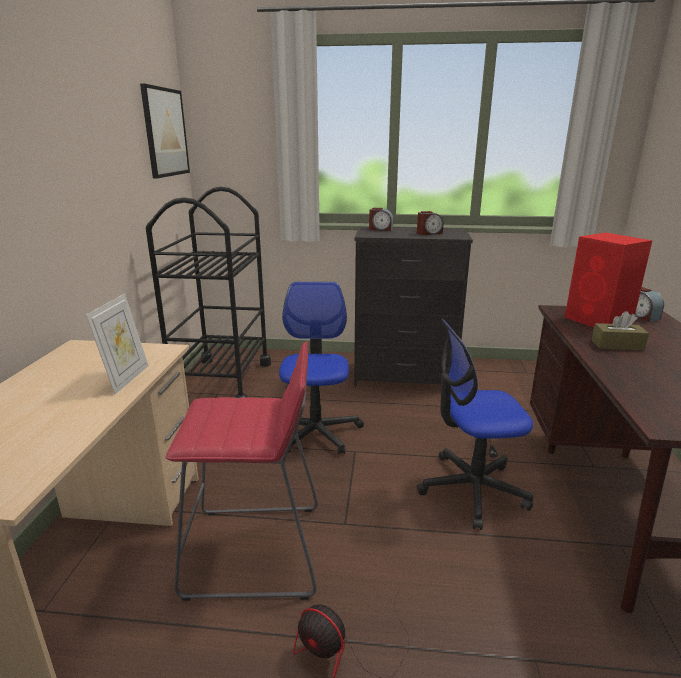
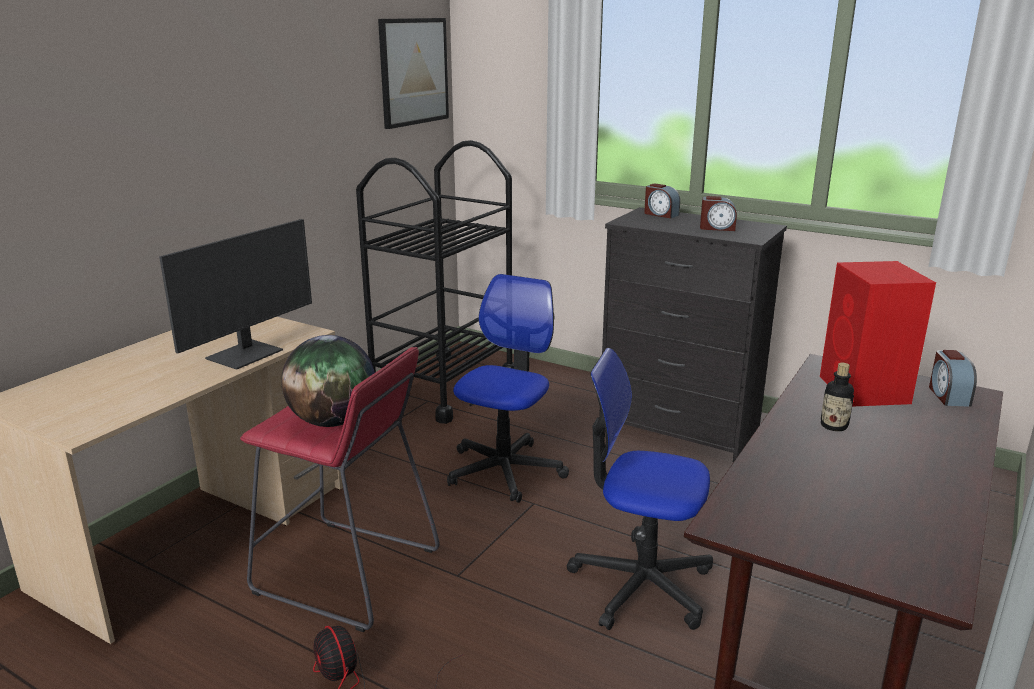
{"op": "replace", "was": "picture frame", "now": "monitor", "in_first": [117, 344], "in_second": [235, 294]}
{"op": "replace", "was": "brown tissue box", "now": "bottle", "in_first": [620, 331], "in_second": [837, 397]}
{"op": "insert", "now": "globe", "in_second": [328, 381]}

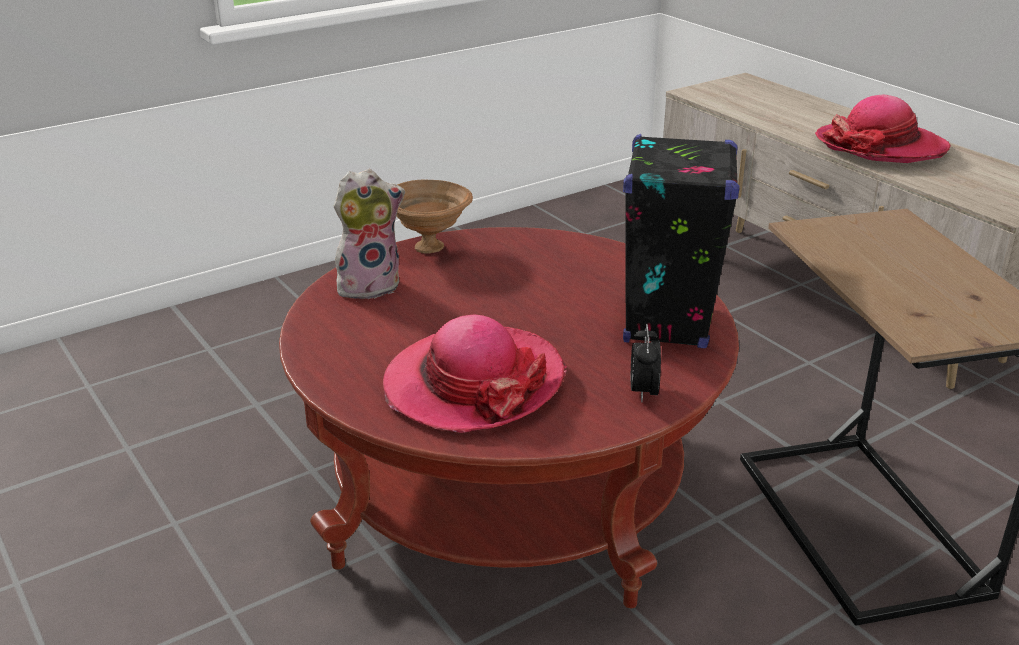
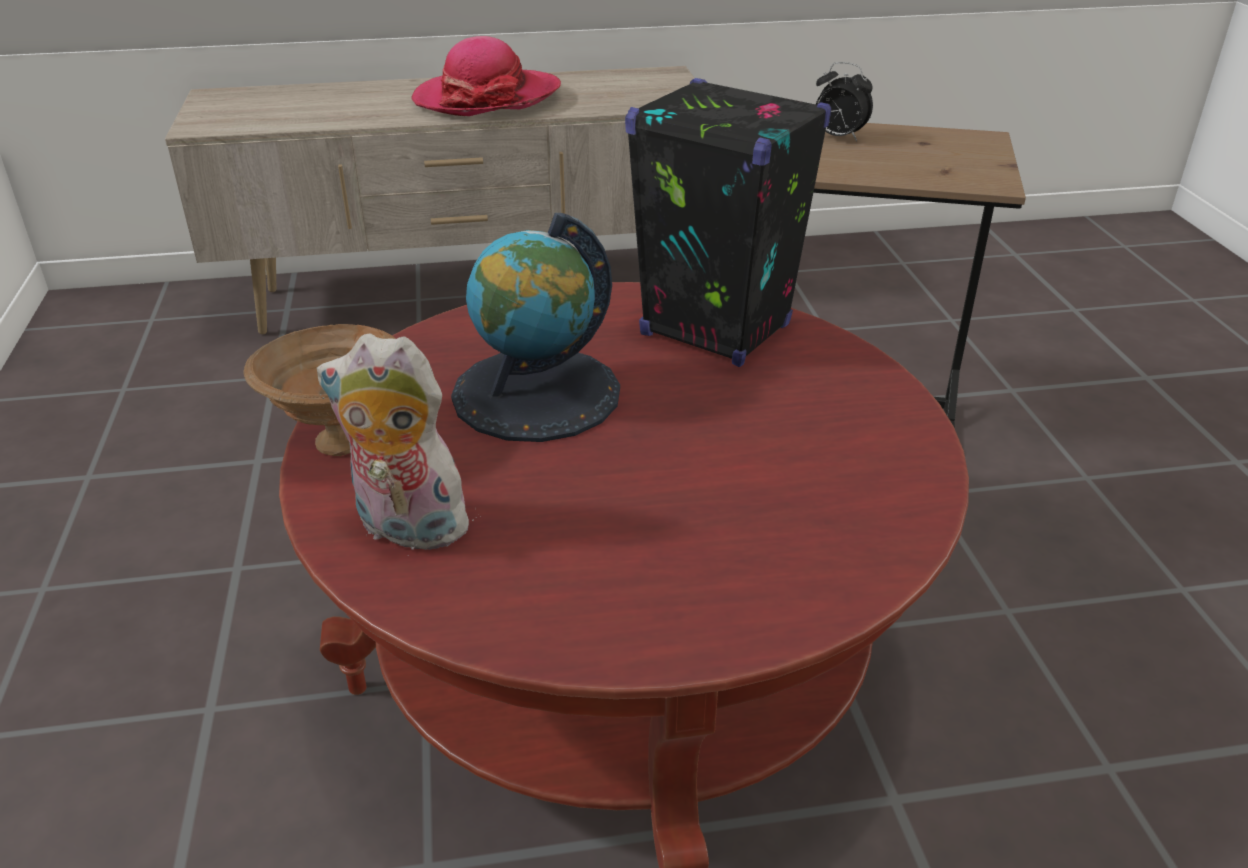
{"op": "rotate", "was": "plush toy", "in_first": [369, 234], "in_second": [399, 444], "clockwise": -75}
{"op": "delete", "was": "hat", "in_first": [475, 374]}
{"op": "move", "was": "alarm clock", "in_first": [646, 363], "in_second": [844, 101]}
{"op": "insert", "now": "globe", "in_second": [535, 327]}

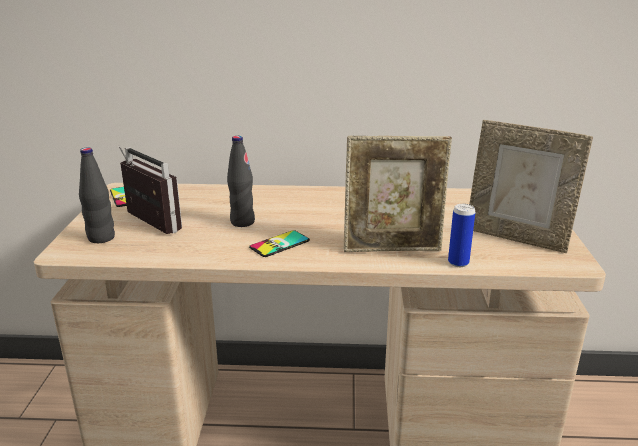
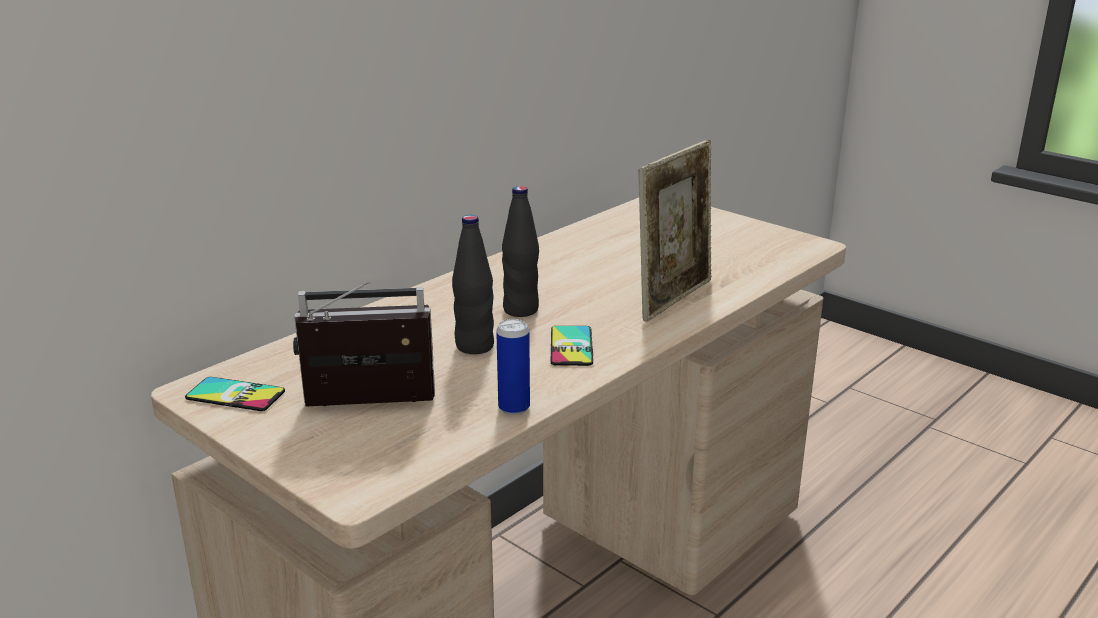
{"op": "move", "was": "black bottle", "in_first": [97, 195], "in_second": [520, 251]}
{"op": "move", "was": "can", "in_first": [461, 235], "in_second": [513, 367]}
{"op": "delete", "was": "picture frame", "in_first": [531, 186]}

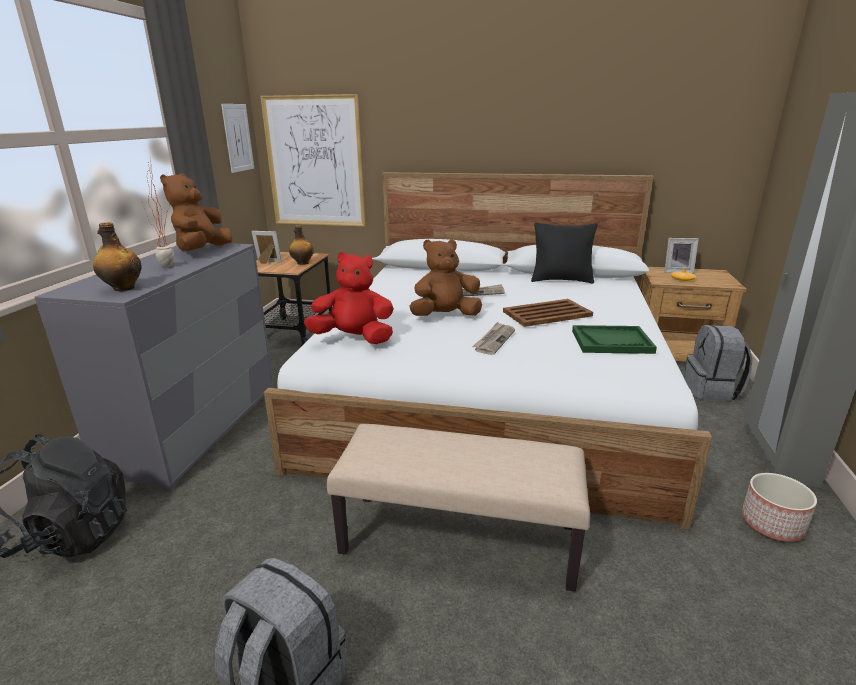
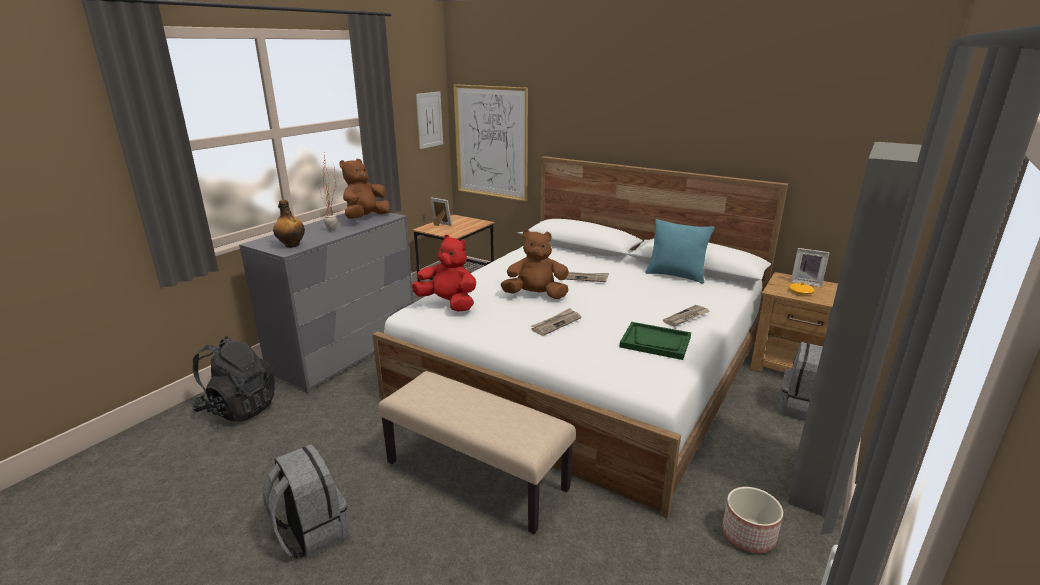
{"op": "delete", "was": "bottle", "in_first": [301, 245]}
{"op": "delete", "was": "brown tray", "in_first": [548, 313]}
{"op": "recolor", "was": "black pillow", "now": "turquoise pillow", "in_first": [564, 253], "in_second": [680, 251]}
{"op": "insert", "now": "newspaper", "in_second": [686, 316]}

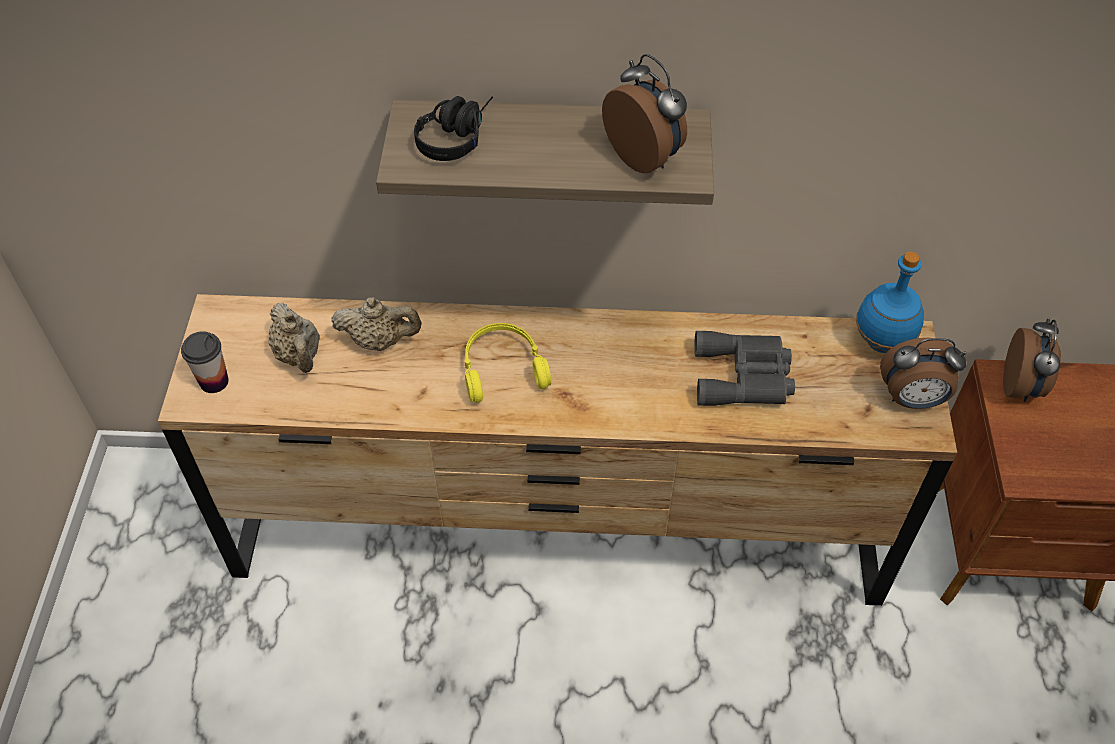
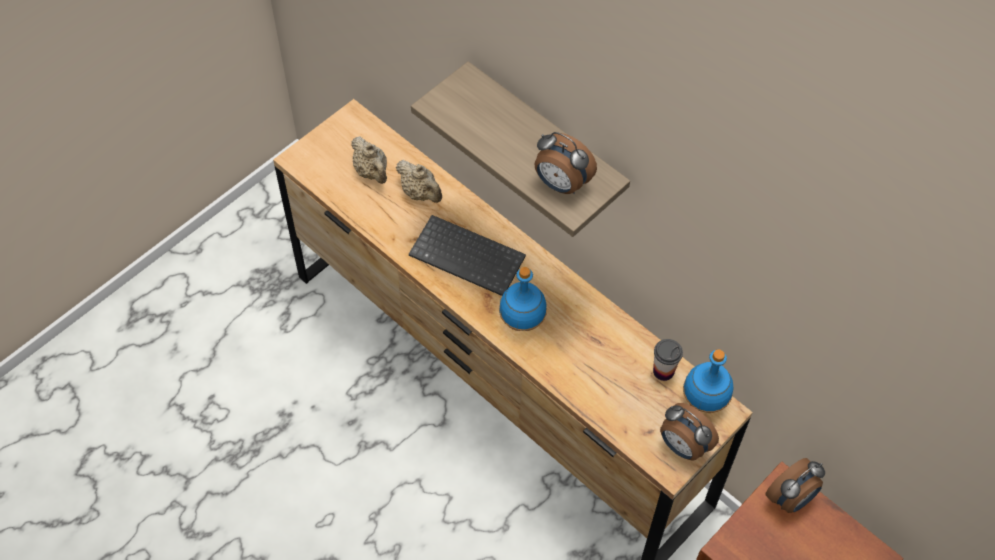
{"op": "move", "was": "cup", "in_first": [205, 362], "in_second": [668, 360]}
{"op": "rotate", "was": "beige teapot", "in_first": [294, 338], "in_second": [369, 160], "clockwise": -45}
{"op": "delete", "was": "black headphones", "in_first": [453, 128]}
{"op": "replace", "was": "yellow headphones", "now": "keyboard", "in_first": [508, 362], "in_second": [467, 255]}
{"op": "rotate", "was": "alarm clock", "in_first": [644, 113], "in_second": [566, 163], "clockwise": 120}
{"op": "delete", "was": "grey binoculars", "in_first": [744, 368]}
{"op": "insert", "now": "blue bottle", "in_second": [523, 299]}

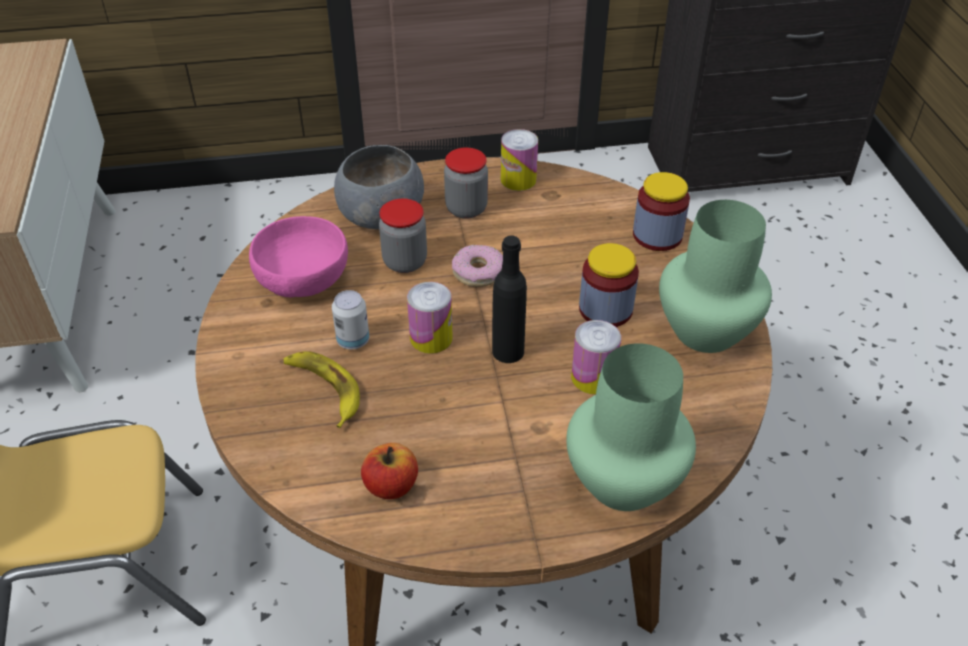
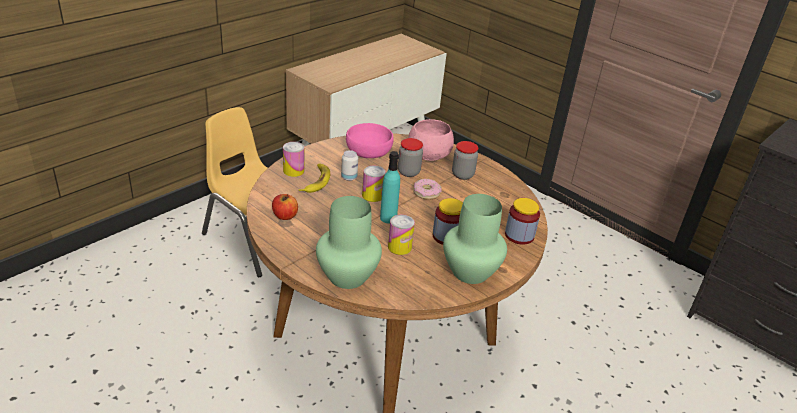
{"op": "recolor", "was": "grey bowl", "now": "pink bowl", "in_first": [379, 187], "in_second": [431, 140]}
{"op": "recolor", "was": "black bottle", "now": "turquoise bottle", "in_first": [509, 299], "in_second": [390, 187]}
{"op": "move", "was": "can", "in_first": [519, 160], "in_second": [293, 159]}

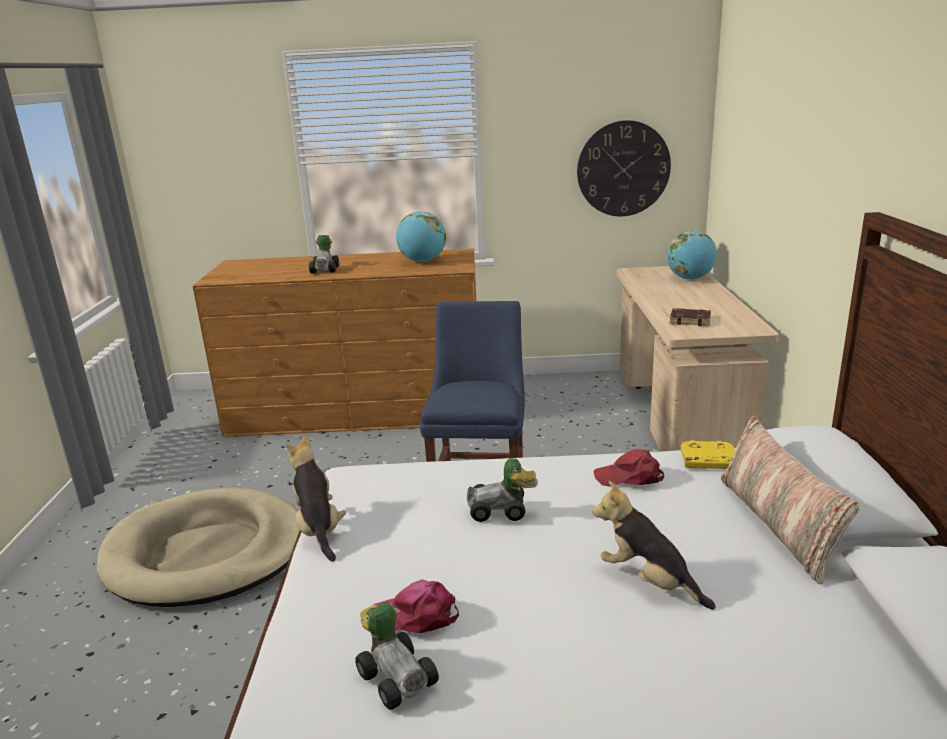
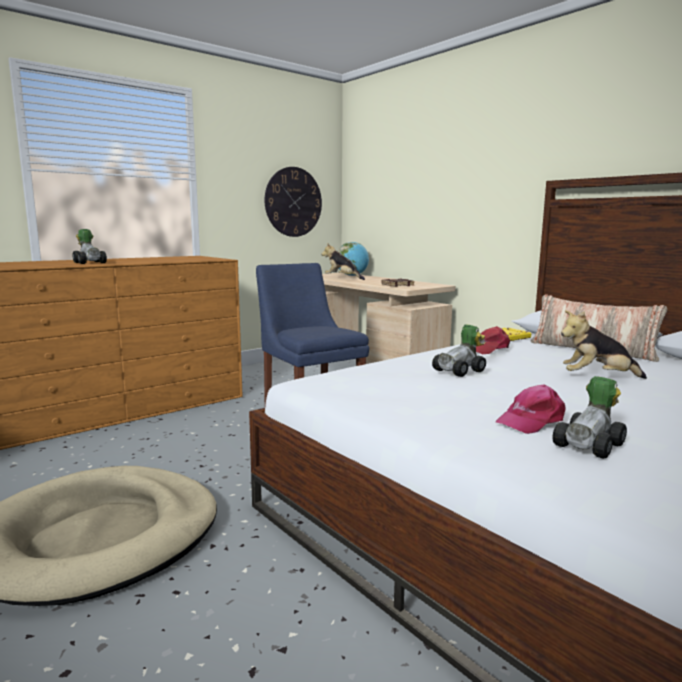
{"op": "move", "was": "plush toy", "in_first": [316, 499], "in_second": [343, 261]}
{"op": "rotate", "was": "toy car", "in_first": [397, 656], "in_second": [590, 417], "clockwise": 120}
{"op": "delete", "was": "globe", "in_first": [421, 236]}

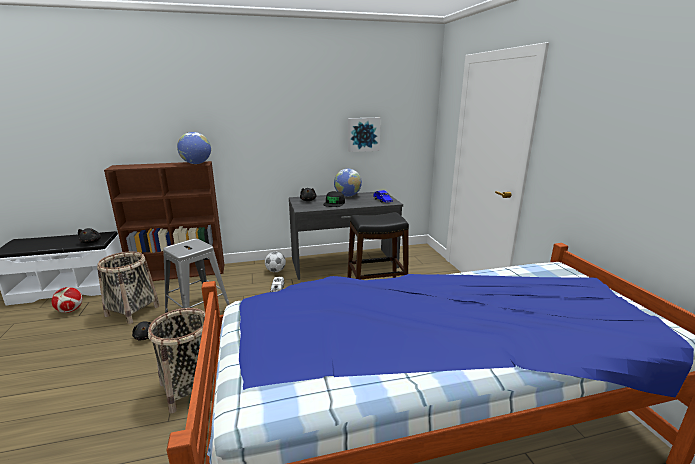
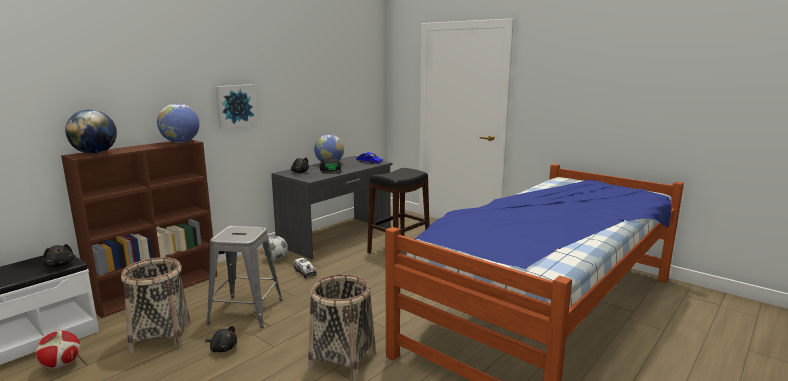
{"op": "move", "was": "picture", "in_first": [364, 135], "in_second": [236, 106]}
{"op": "insert", "now": "globe", "in_second": [91, 132]}

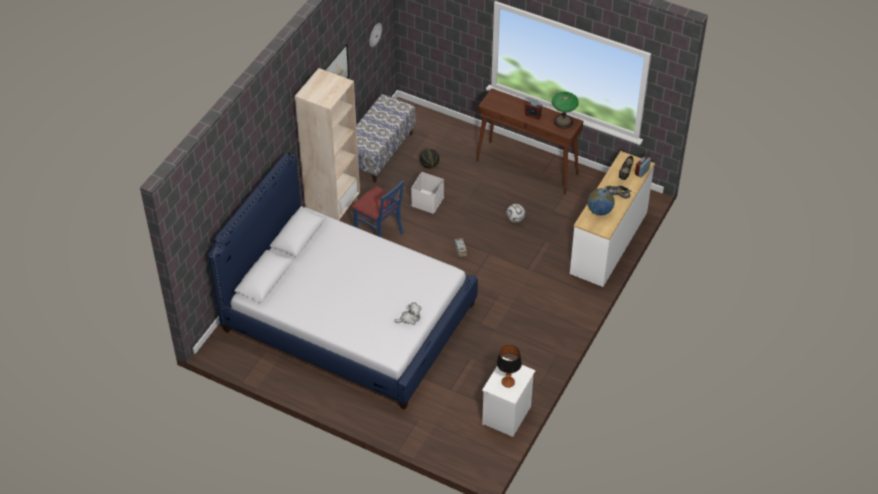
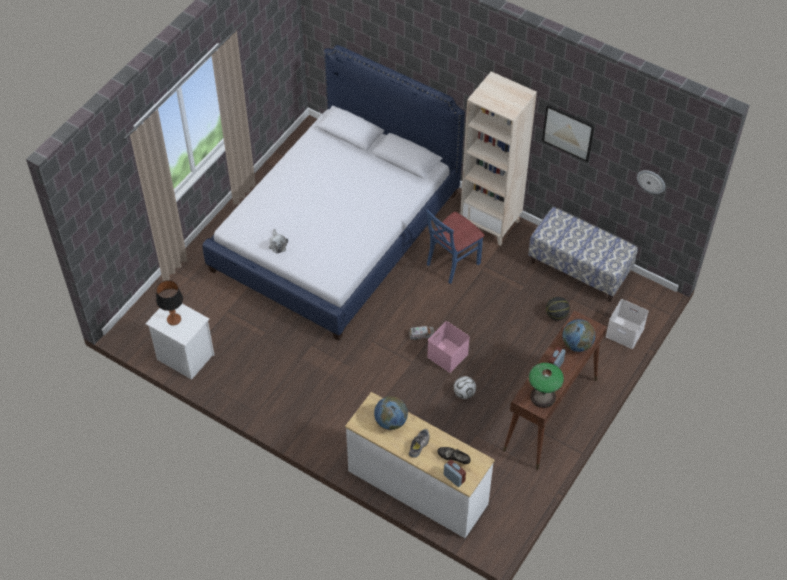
{"op": "move", "was": "white storage box", "in_first": [427, 193], "in_second": [627, 324]}
{"op": "insert", "now": "pink storage box", "in_second": [448, 347]}
{"op": "insert", "now": "globe", "in_second": [579, 335]}

